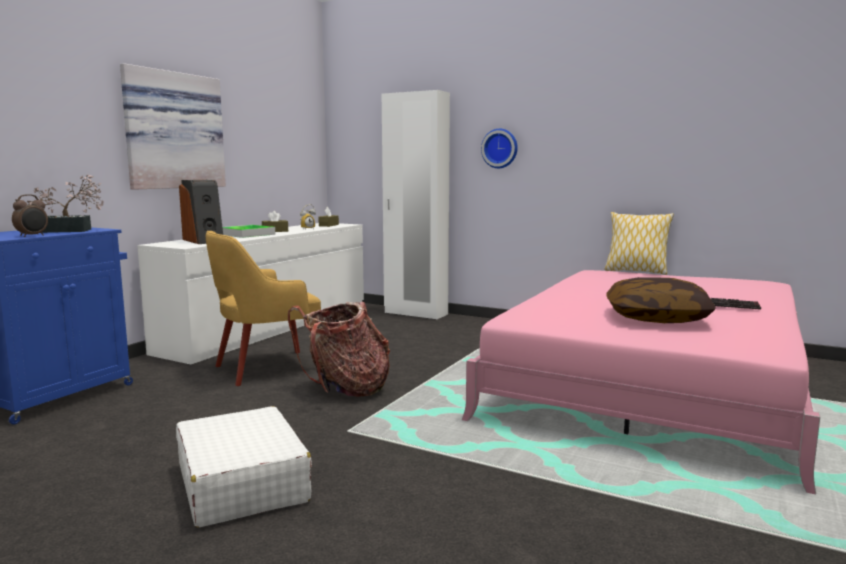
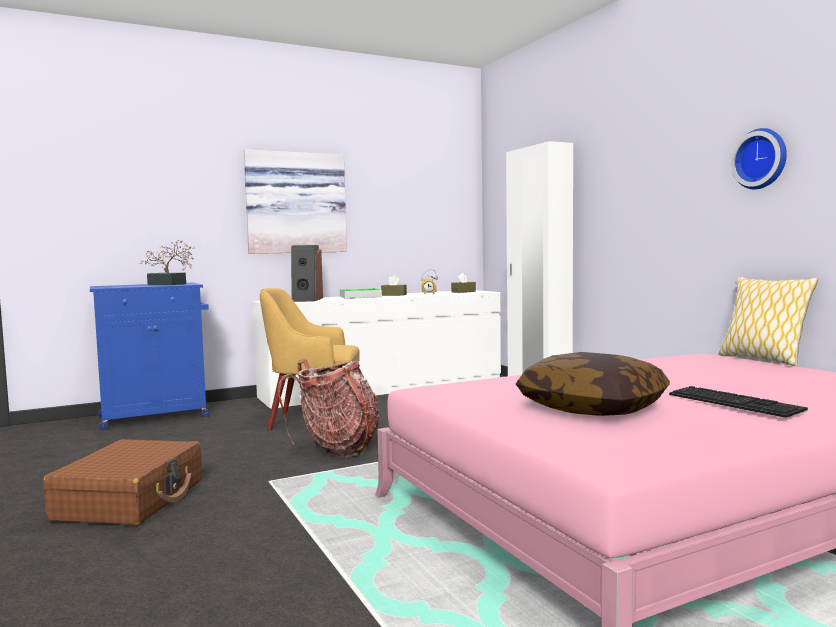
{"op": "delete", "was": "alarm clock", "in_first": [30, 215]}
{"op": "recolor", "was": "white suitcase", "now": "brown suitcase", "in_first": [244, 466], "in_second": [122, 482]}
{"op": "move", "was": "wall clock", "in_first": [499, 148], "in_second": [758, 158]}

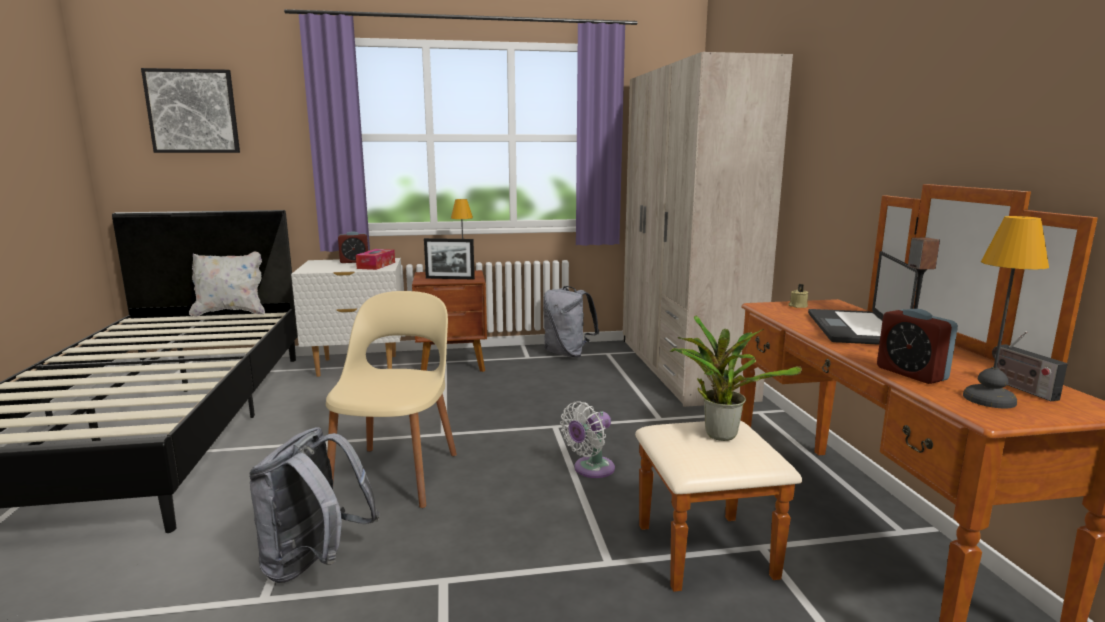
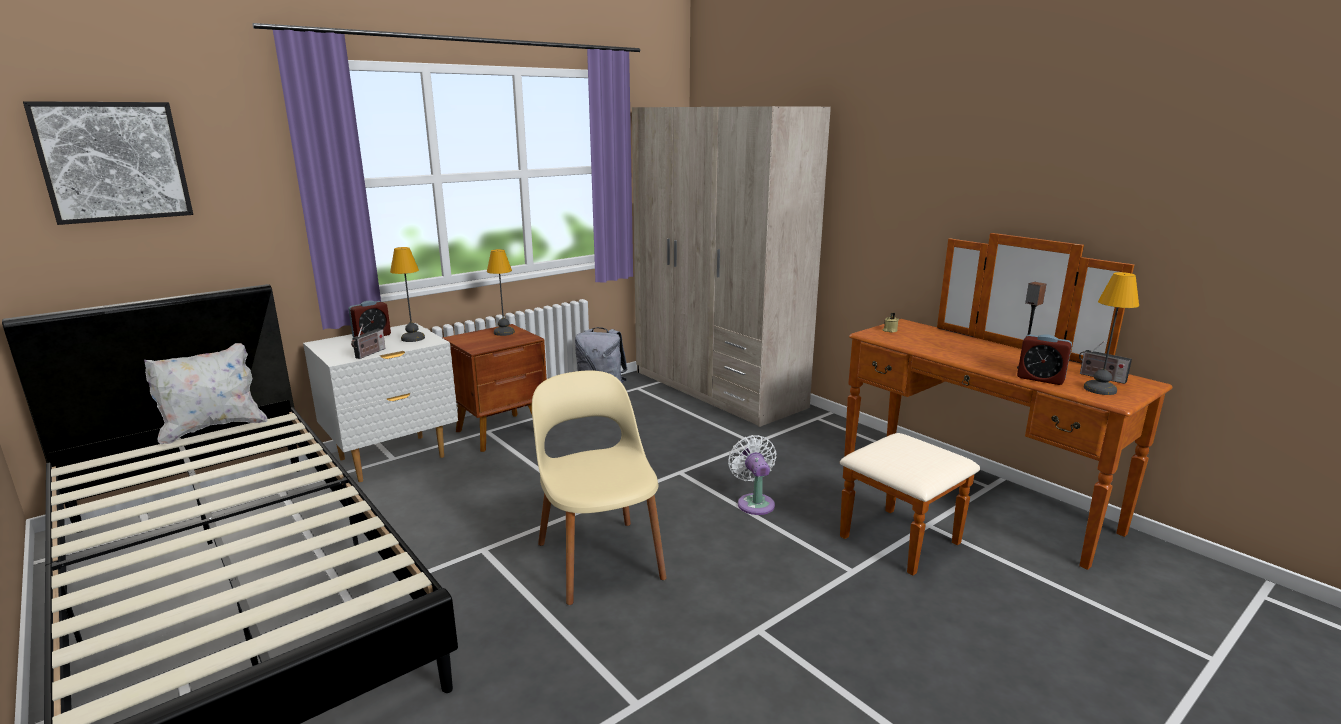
{"op": "delete", "was": "grey backpack", "in_first": [315, 505]}
{"op": "replace", "was": "tissue box", "now": "table lamp", "in_first": [375, 259], "in_second": [407, 294]}
{"op": "delete", "was": "picture frame", "in_first": [449, 258]}
{"op": "rotate", "was": "white fan", "in_first": [587, 439], "in_second": [752, 475], "clockwise": 150}
{"op": "delete", "was": "potted plant", "in_first": [736, 378]}
{"op": "delete", "was": "laptop", "in_first": [863, 298]}
{"op": "insert", "now": "radio", "in_second": [368, 341]}

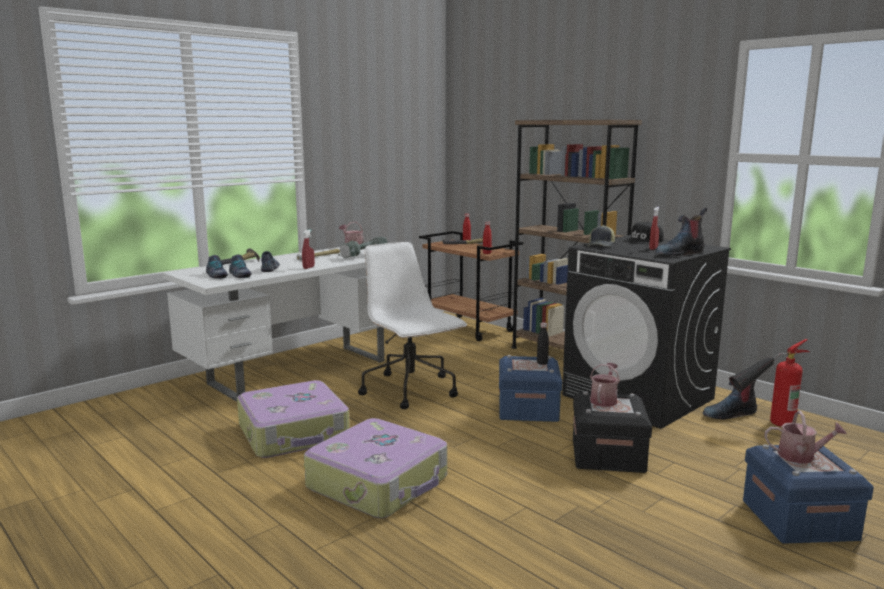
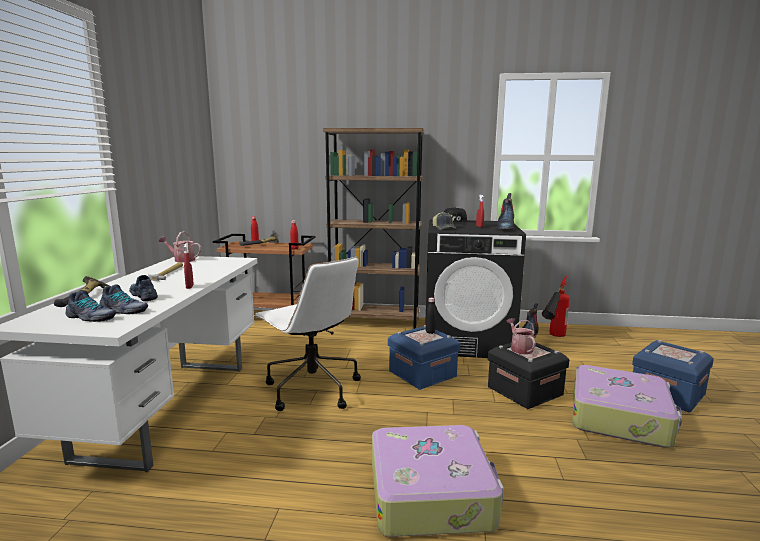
{"op": "move", "was": "suitcase", "in_first": [293, 419], "in_second": [627, 406]}
{"op": "delete", "was": "power drill", "in_first": [362, 247]}
{"op": "rotate", "was": "white office chair", "in_first": [412, 325], "in_second": [307, 333], "clockwise": -150}
{"op": "delete", "was": "watering can", "in_first": [806, 437]}

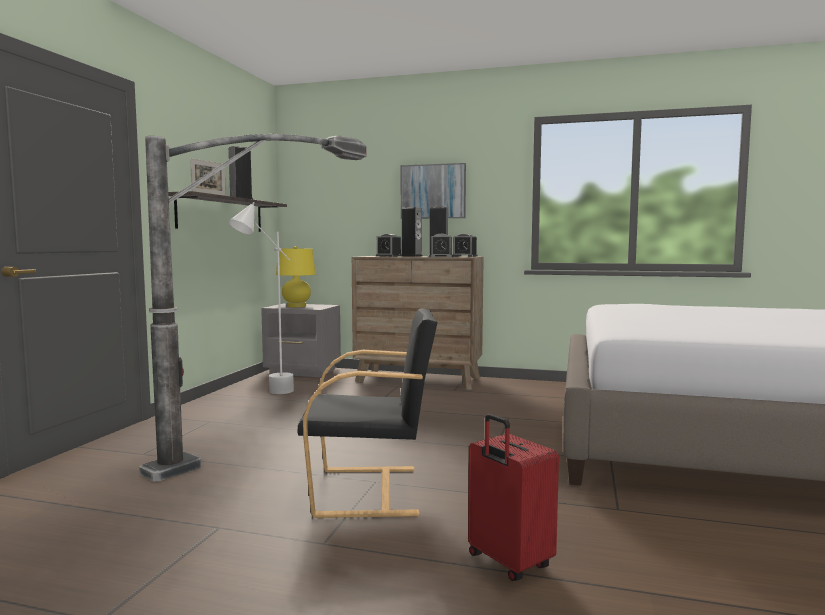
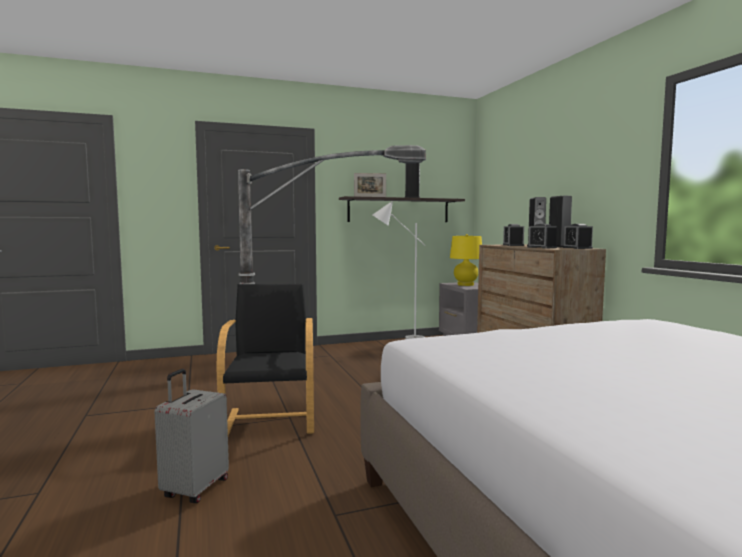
{"op": "rotate", "was": "black armchair", "in_first": [367, 413], "in_second": [265, 359], "clockwise": -150}
{"op": "delete", "was": "picture", "in_first": [433, 191]}
{"op": "recolor", "was": "red suitcase", "now": "grey suitcase", "in_first": [513, 497], "in_second": [191, 436]}

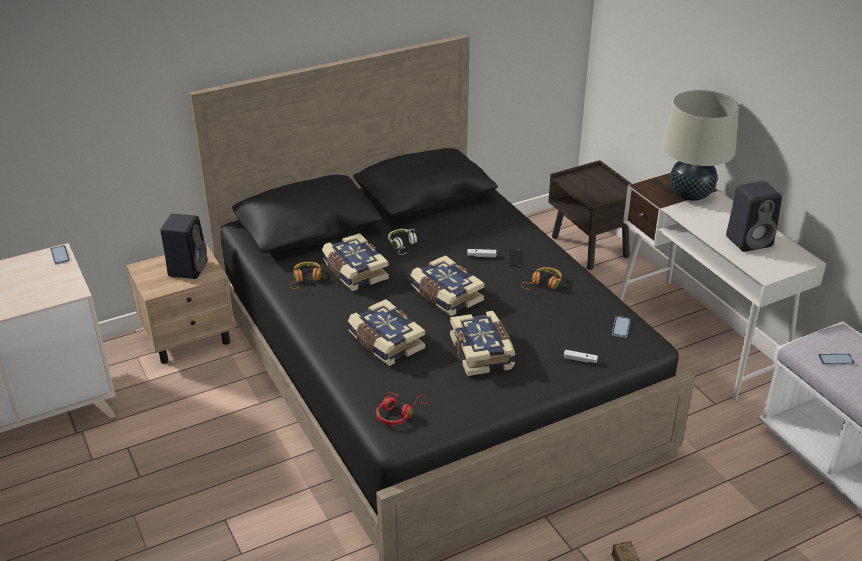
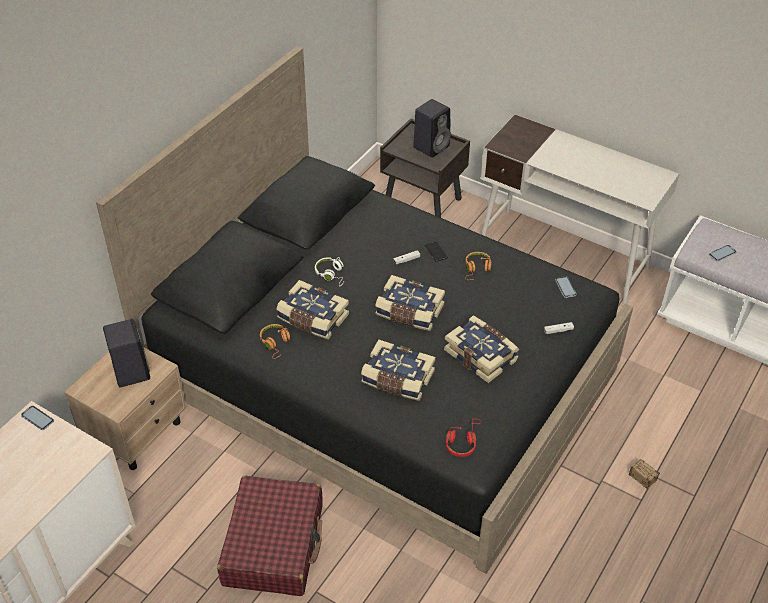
{"op": "delete", "was": "beige table lamp", "in_first": [700, 145]}
{"op": "move", "was": "black speaker", "in_first": [754, 216], "in_second": [432, 128]}
{"op": "insert", "now": "red suitcase", "in_second": [270, 535]}

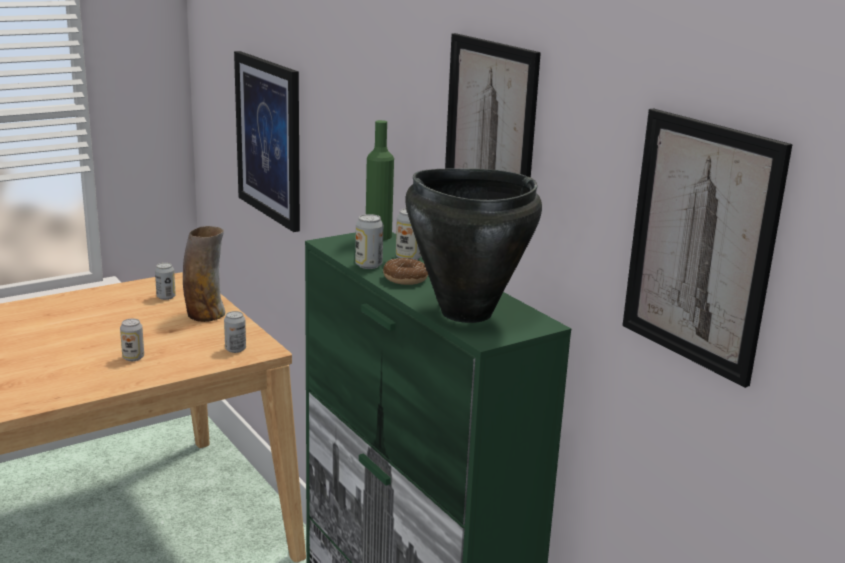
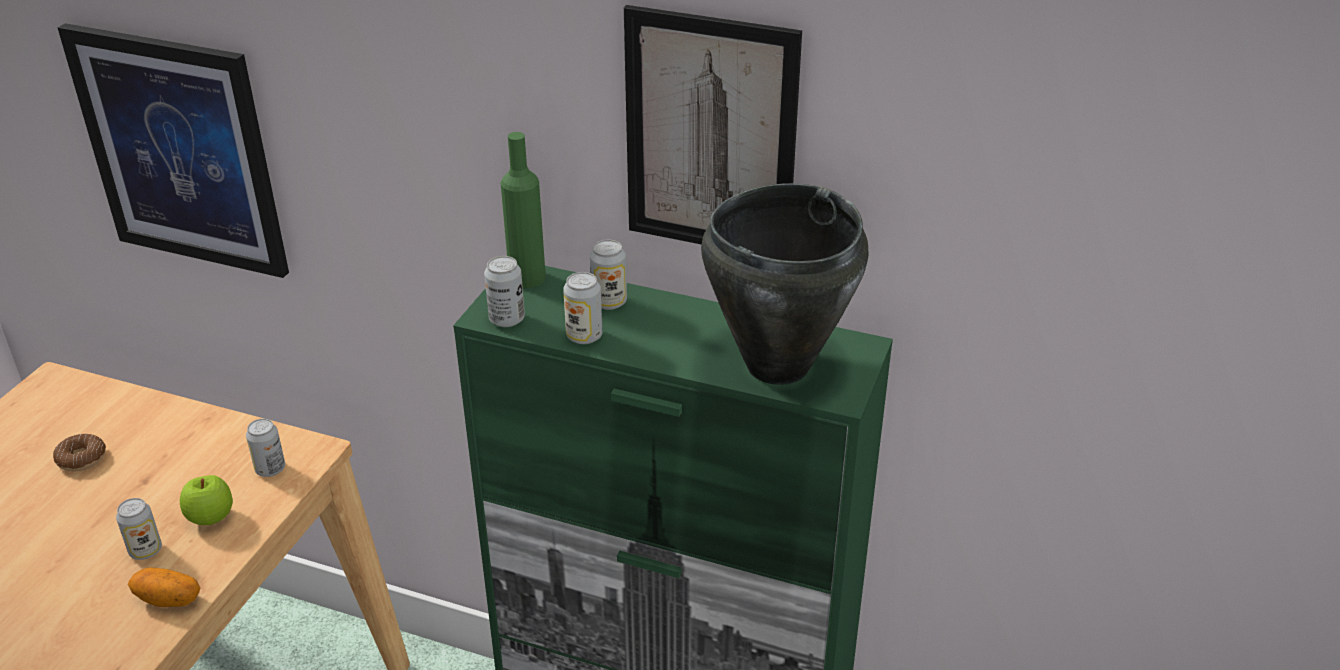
{"op": "move", "was": "can", "in_first": [165, 281], "in_second": [504, 291]}
{"op": "delete", "was": "vase", "in_first": [204, 274]}
{"op": "move", "was": "donut", "in_first": [405, 271], "in_second": [79, 452]}
{"op": "delete", "was": "picture", "in_first": [707, 248]}
{"op": "insert", "now": "potato", "in_second": [164, 587]}
{"op": "insert", "now": "apple", "in_second": [206, 500]}

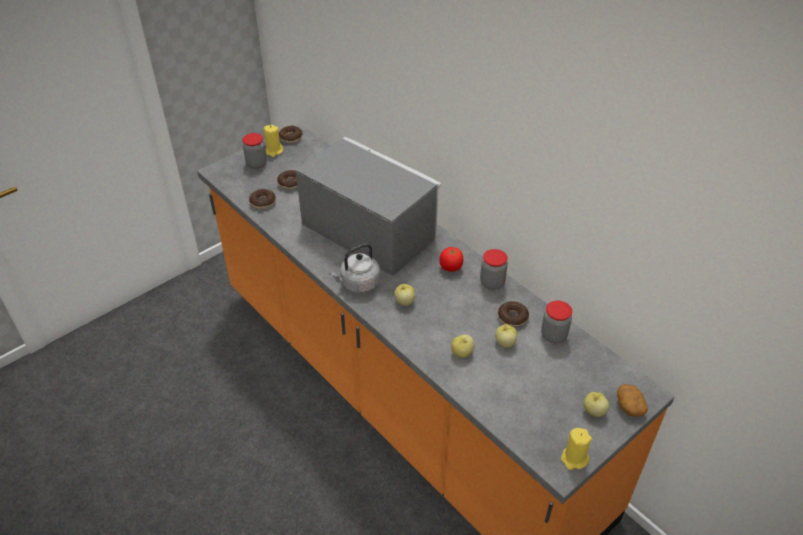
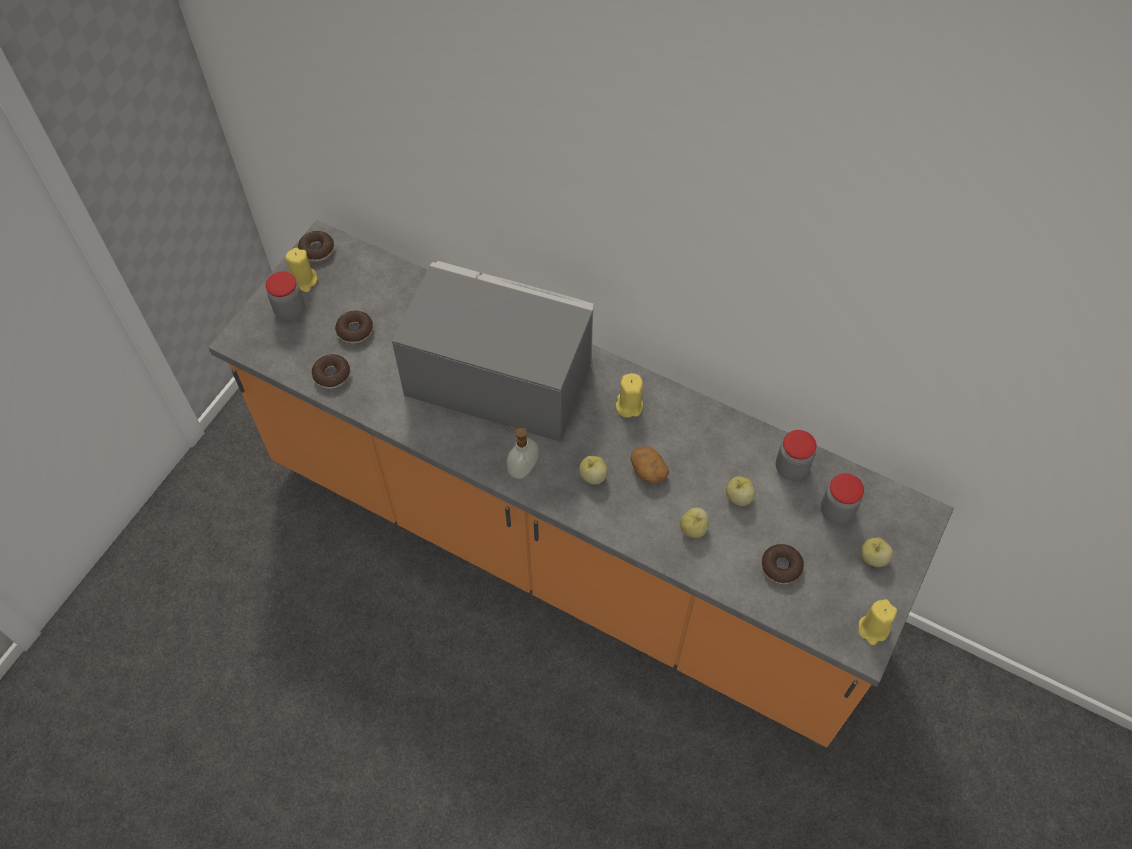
{"op": "replace", "was": "grey kettle", "now": "soap dispenser", "in_first": [354, 268], "in_second": [523, 452]}
{"op": "replace", "was": "tomato", "now": "yellow candle", "in_first": [451, 259], "in_second": [629, 395]}
{"op": "move", "was": "jar", "in_first": [494, 269], "in_second": [842, 498]}
{"op": "move", "was": "donut", "in_first": [513, 314], "in_second": [783, 564]}
{"op": "move", "was": "potato", "in_first": [632, 400], "in_second": [650, 465]}

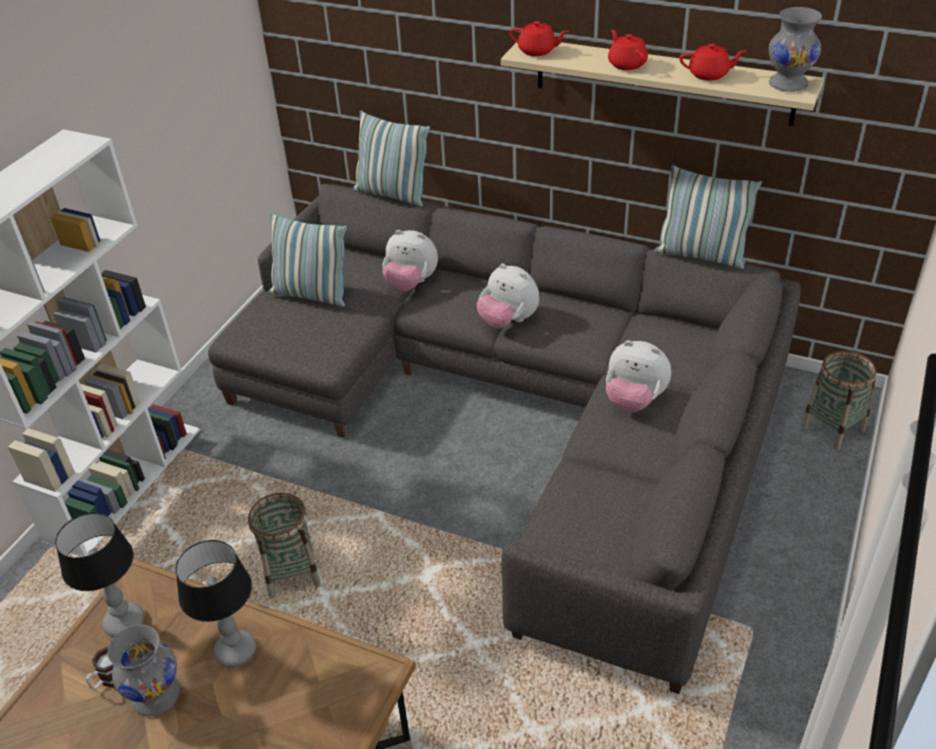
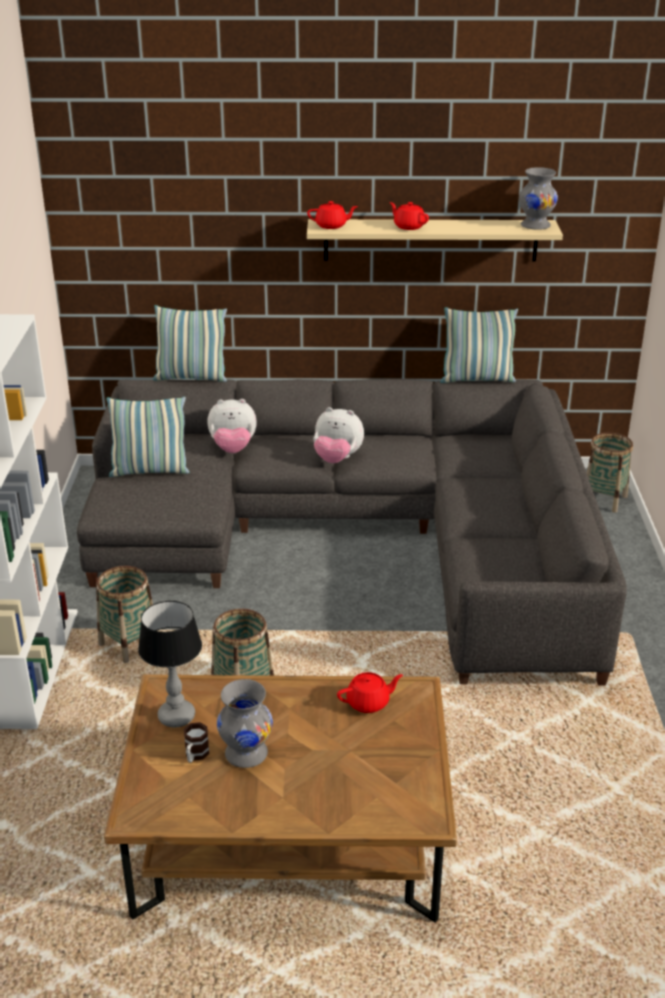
{"op": "delete", "was": "table lamp", "in_first": [216, 604]}
{"op": "delete", "was": "plush toy", "in_first": [638, 376]}
{"op": "move", "was": "red teapot", "in_first": [713, 62], "in_second": [370, 692]}
{"op": "insert", "now": "basket", "in_second": [127, 614]}

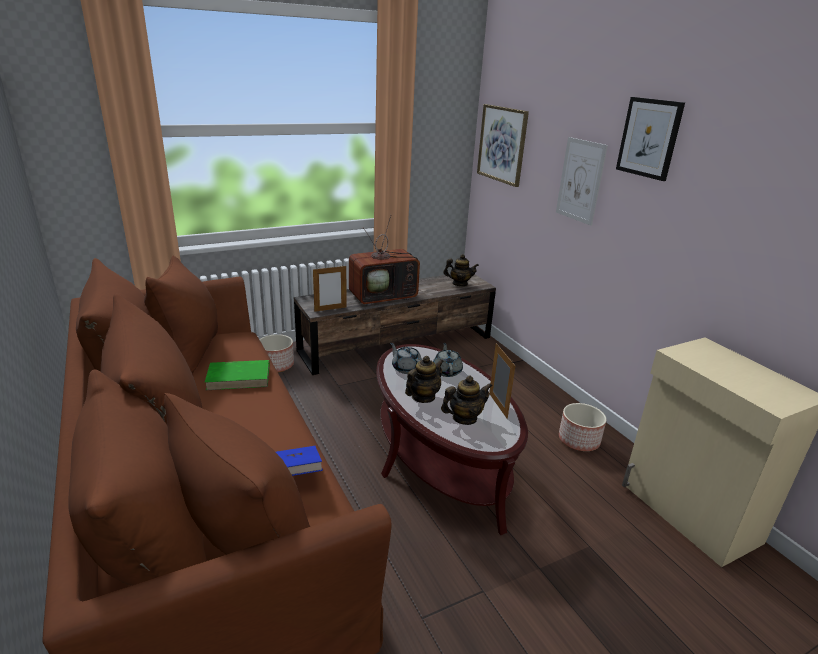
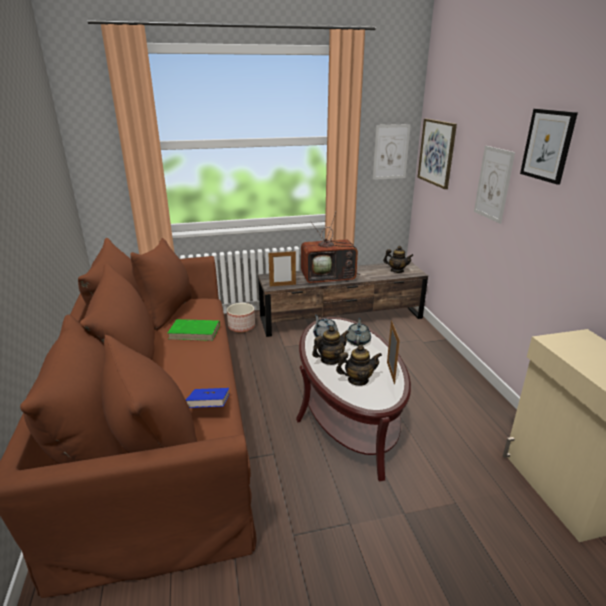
{"op": "delete", "was": "planter", "in_first": [582, 427]}
{"op": "insert", "now": "picture", "in_second": [392, 152]}

